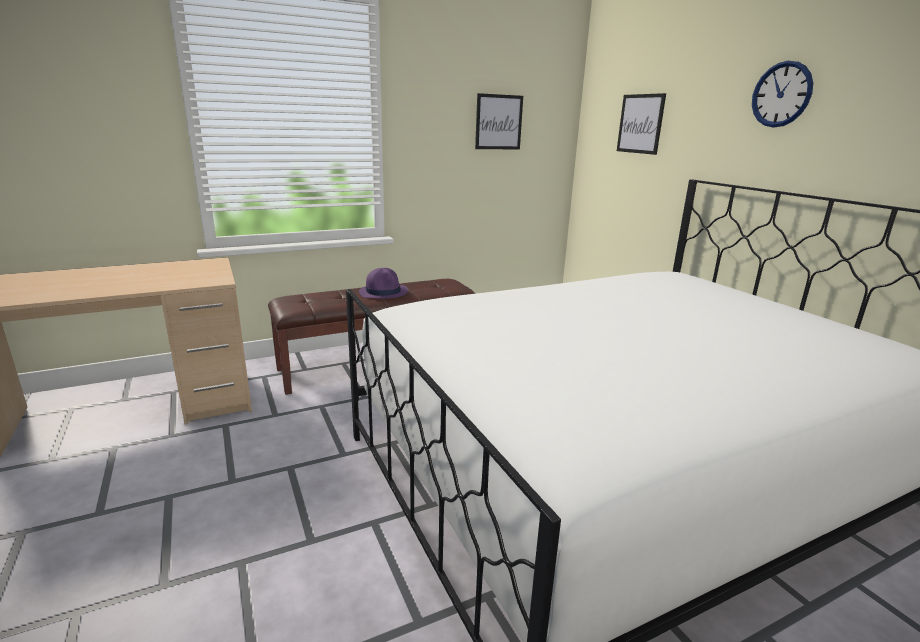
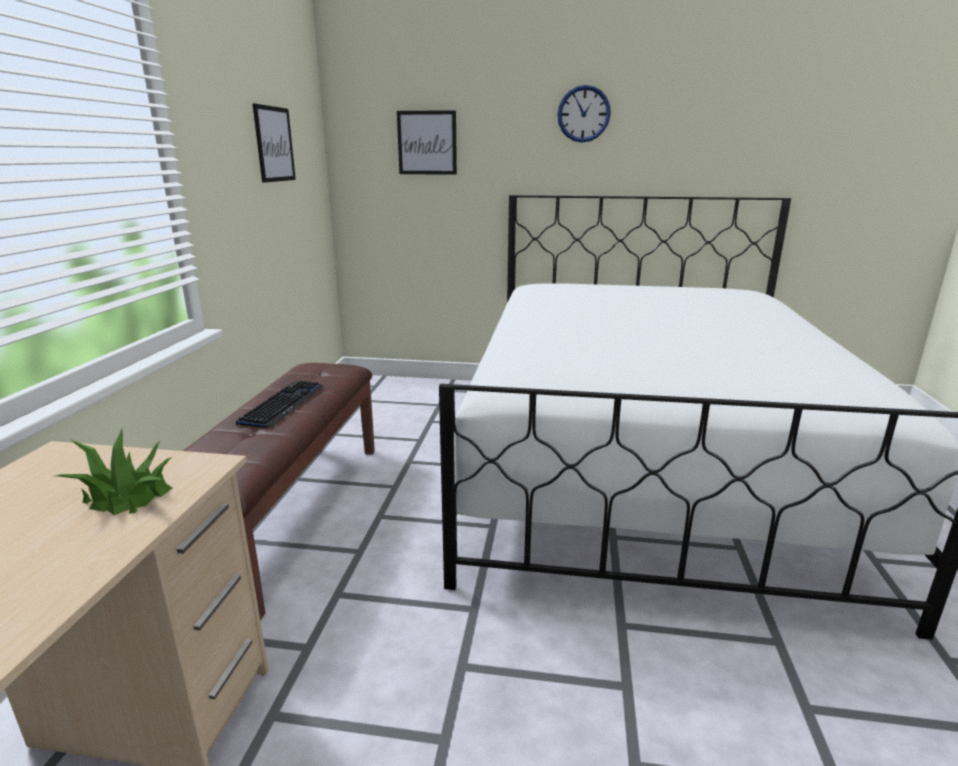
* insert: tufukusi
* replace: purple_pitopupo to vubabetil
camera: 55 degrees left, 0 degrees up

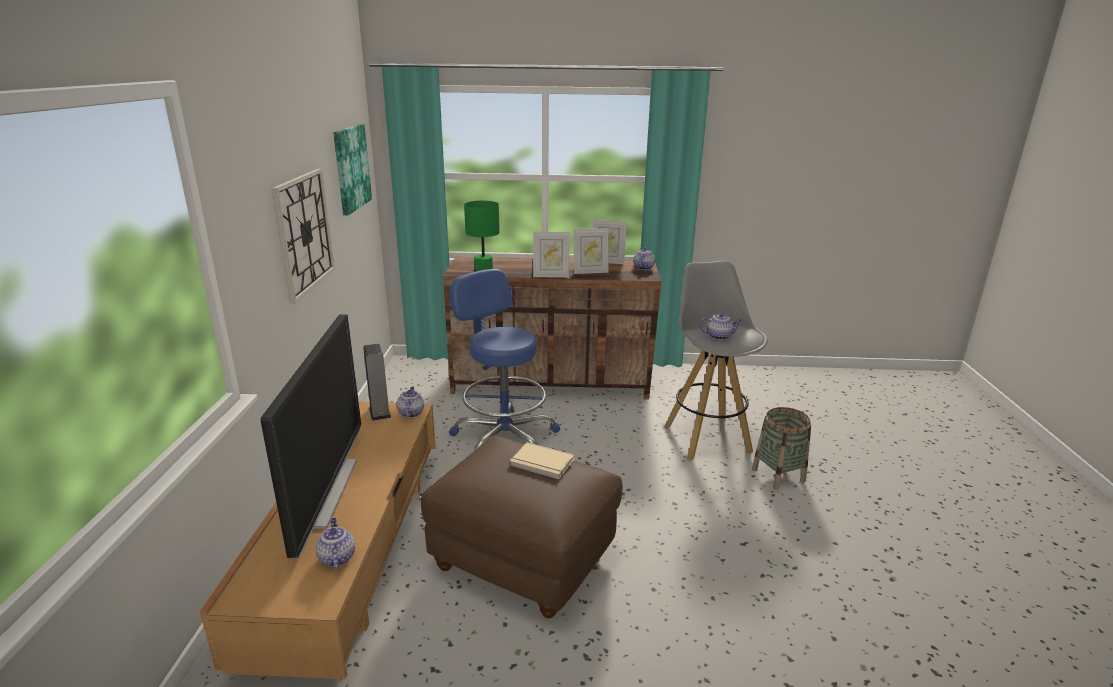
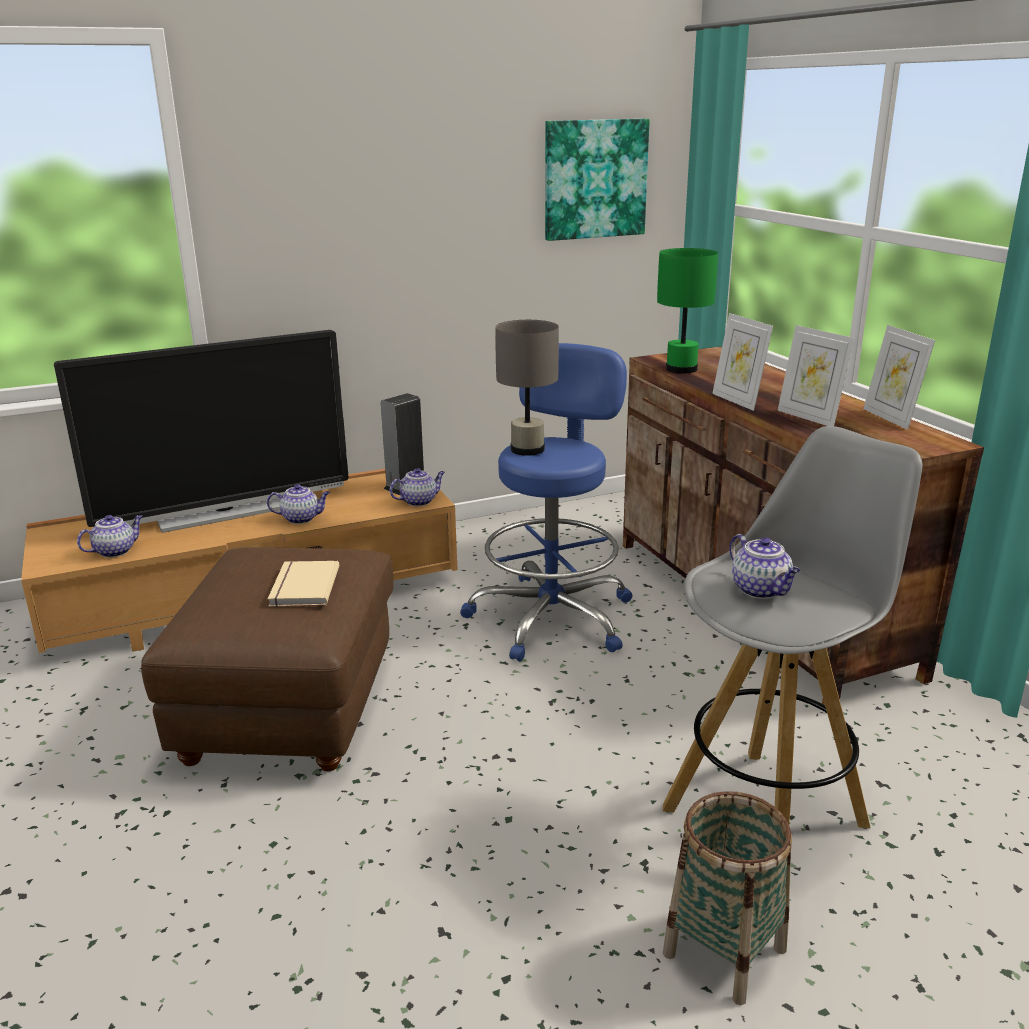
* move: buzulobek (3rd from left in the first image) to buzulobek (2nd from left)
* insert: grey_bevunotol
* delete: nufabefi
camera: 65 degrees right, 0 degrees up

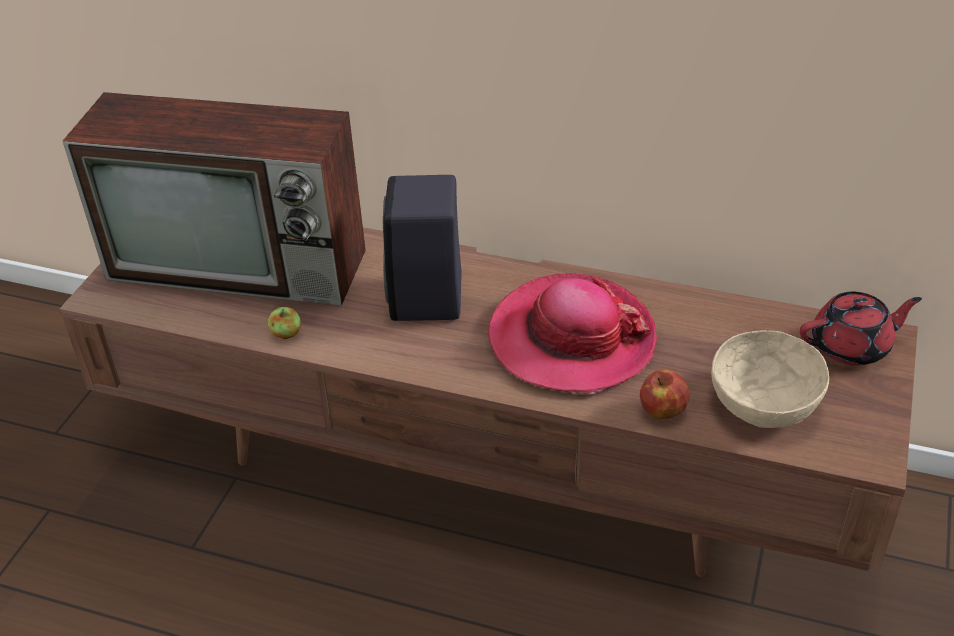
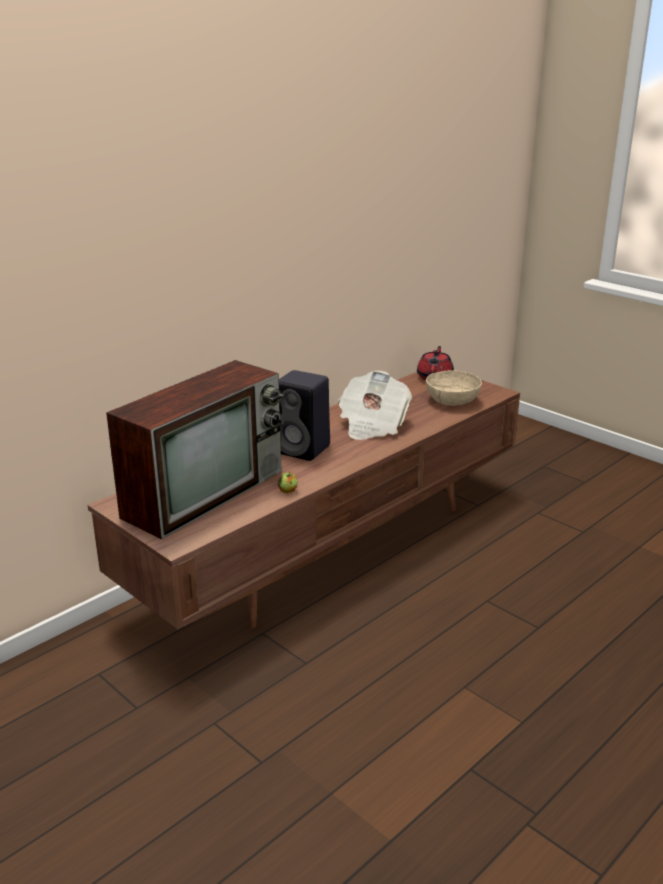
* replace: pitopupo to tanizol
* delete: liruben (2nd from left)
camera: 65 degrees left, 15 degrees down

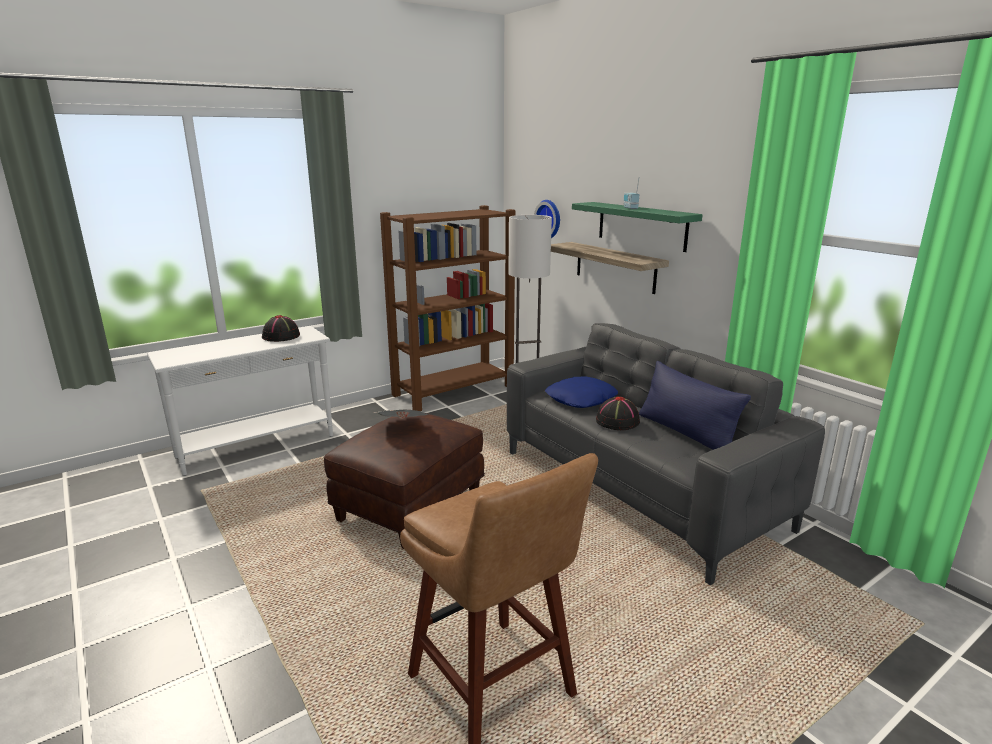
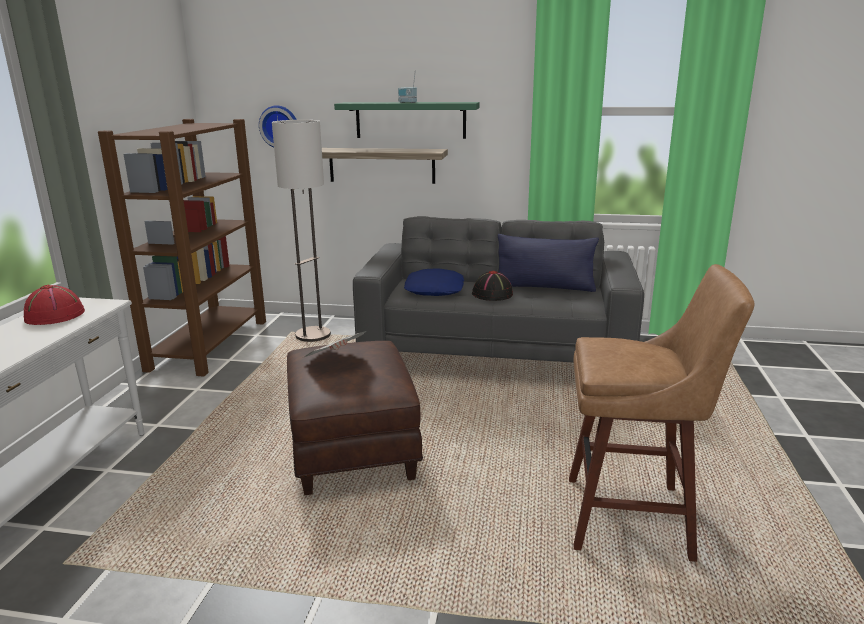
* recolor: black_pitopupo (1st from left) to red_pitopupo
camera: 45 degrees left, 0 degrees up

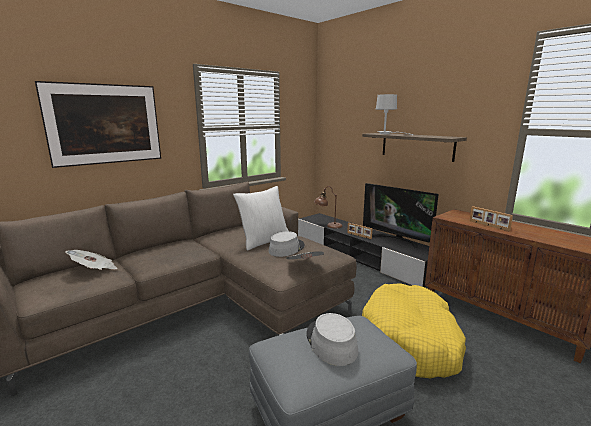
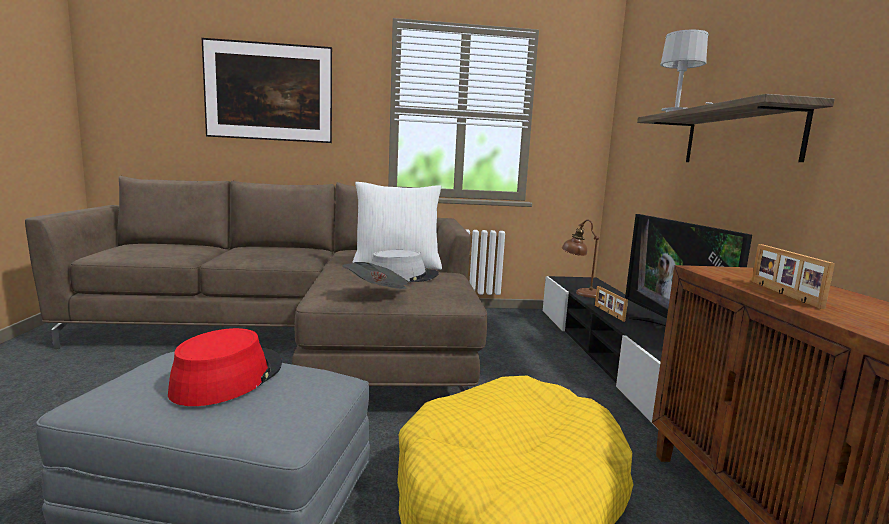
* recolor: grey_pitopupo (2nd from left) to red_pitopupo
* delete: tanizol (1st from left)
camera: 35 degrees right, 5 degrees down

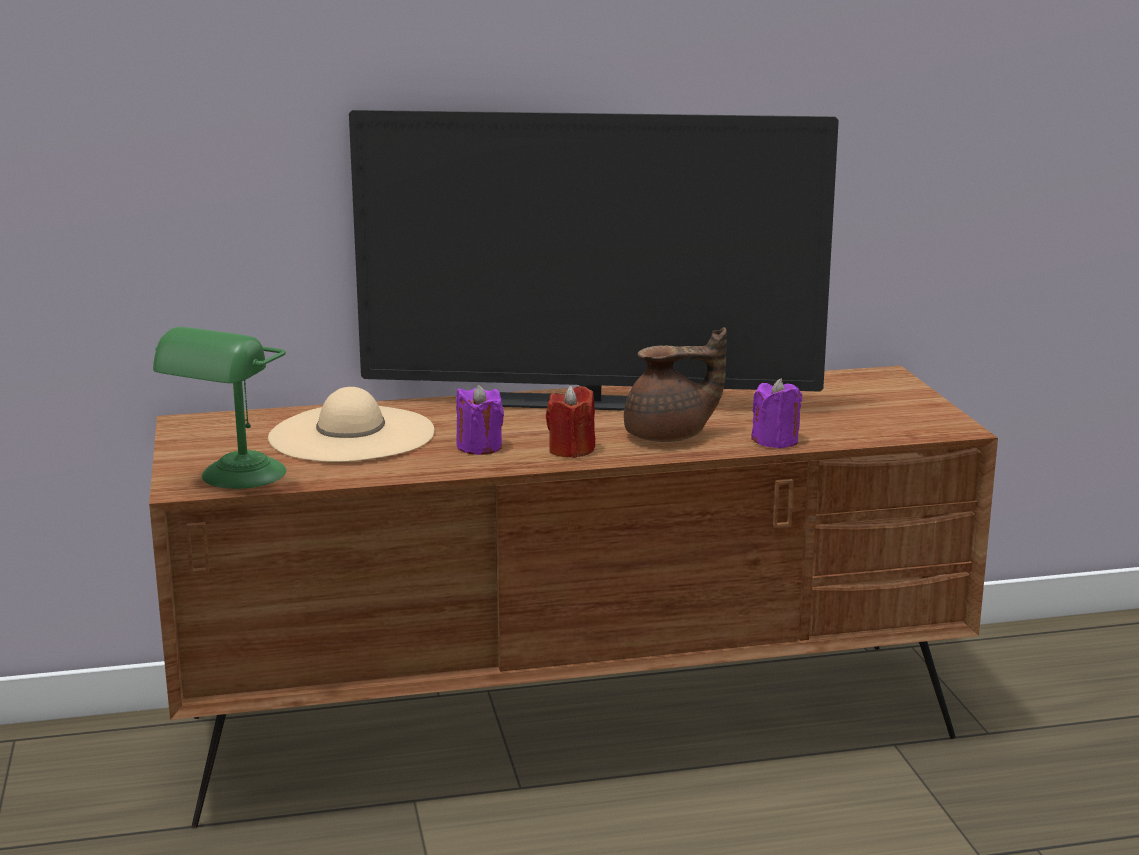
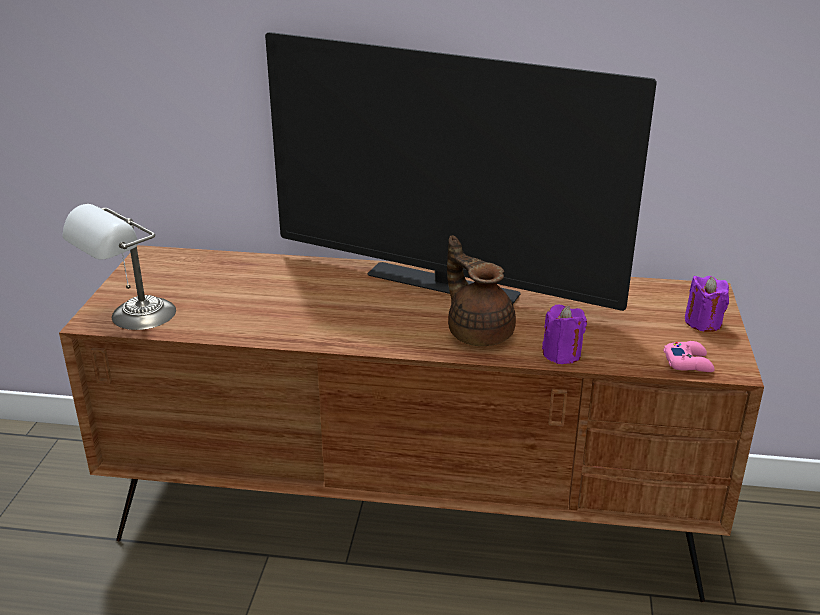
* recolor: green_bevunotol to white_bevunotol
* rotate: brown_buzulobek 135 degrees counterclockwise
* insert: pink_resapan
* move: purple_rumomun (1st from left in the first image) to purple_rumomun (2nd from left)
* delete: beige_pitopupo
* delete: red_rumomun
camera: 20 degrees right, 10 degrees up

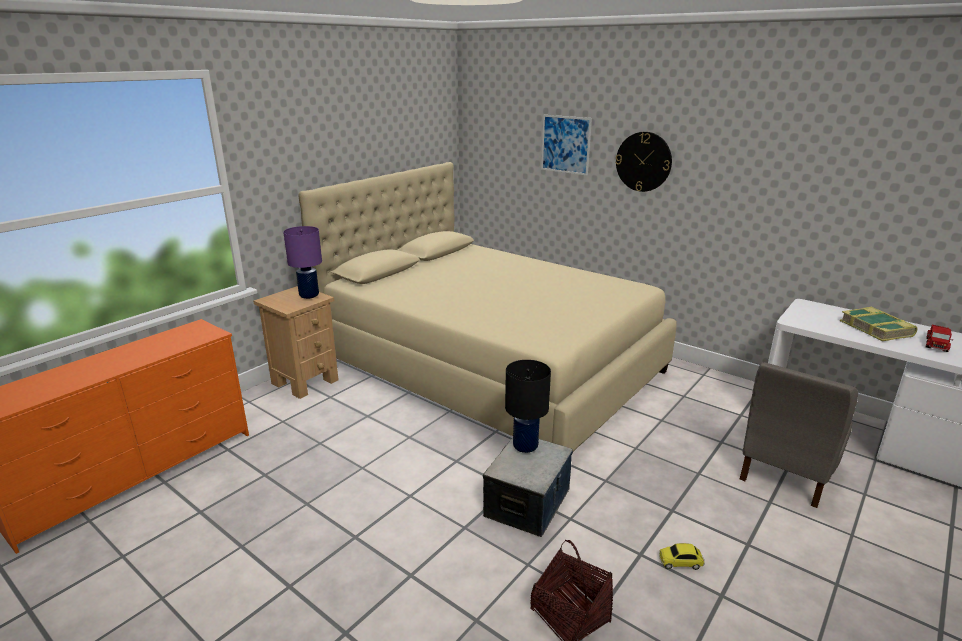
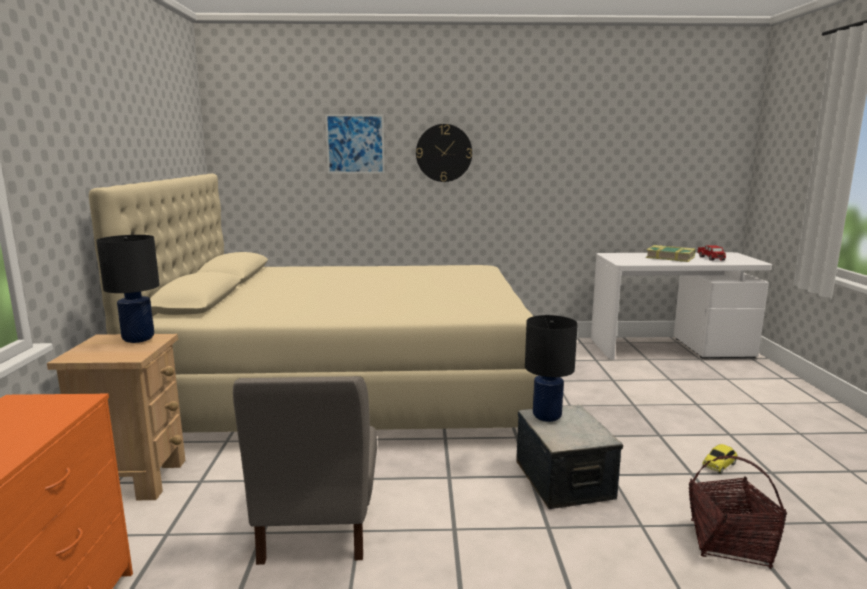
* recolor: purple_bevunotol to black_bevunotol (1st from left)
* move: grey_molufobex
camera: 40 degrees left, 10 degrees down

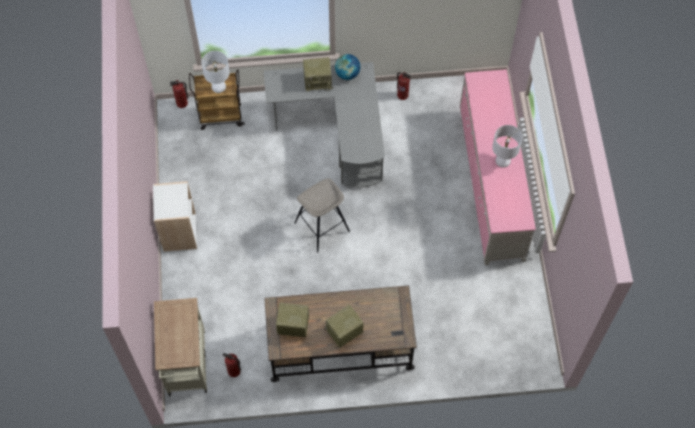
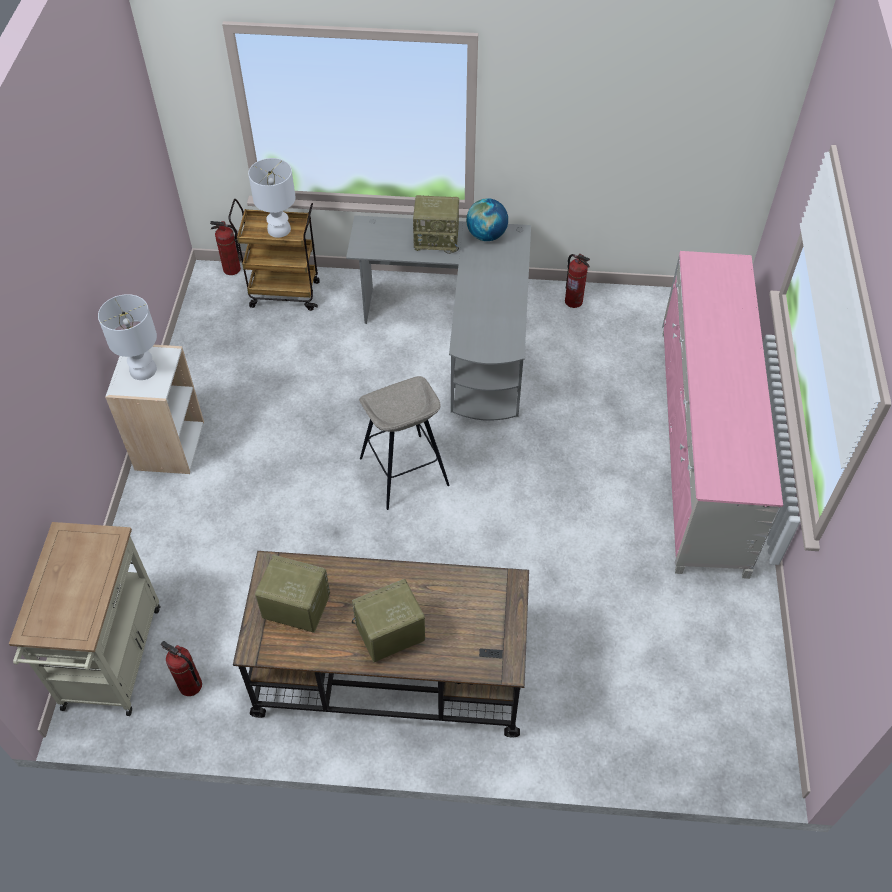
* move: white_bevunotol (2nd from left in the first image) to white_bevunotol (1st from left)
camera: 10 degrees right, 10 degrees down

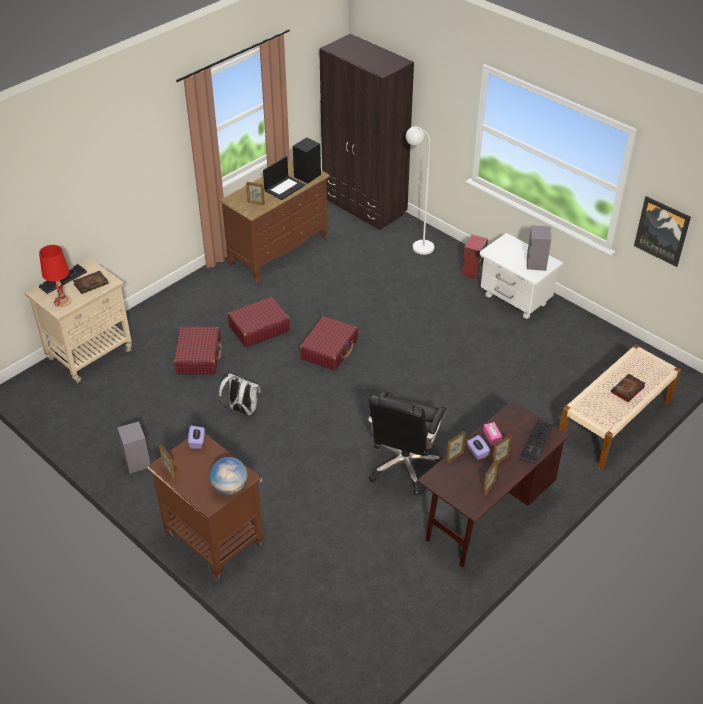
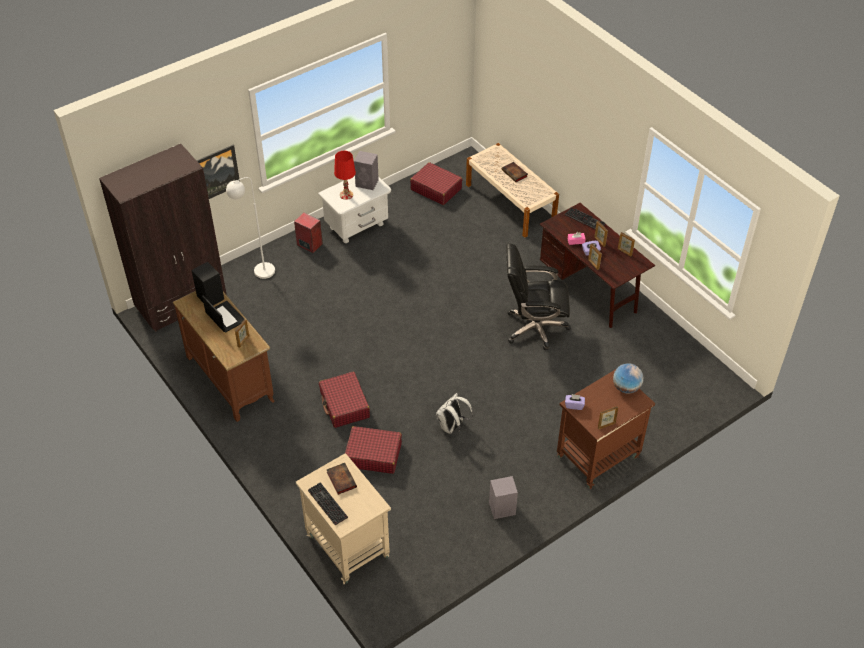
* move: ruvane
* move: red_bevunotol
* move: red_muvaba (3rd from left)
* rotate: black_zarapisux 150 degrees clockwise
camera: 80 degrees left, 5 degrees up

